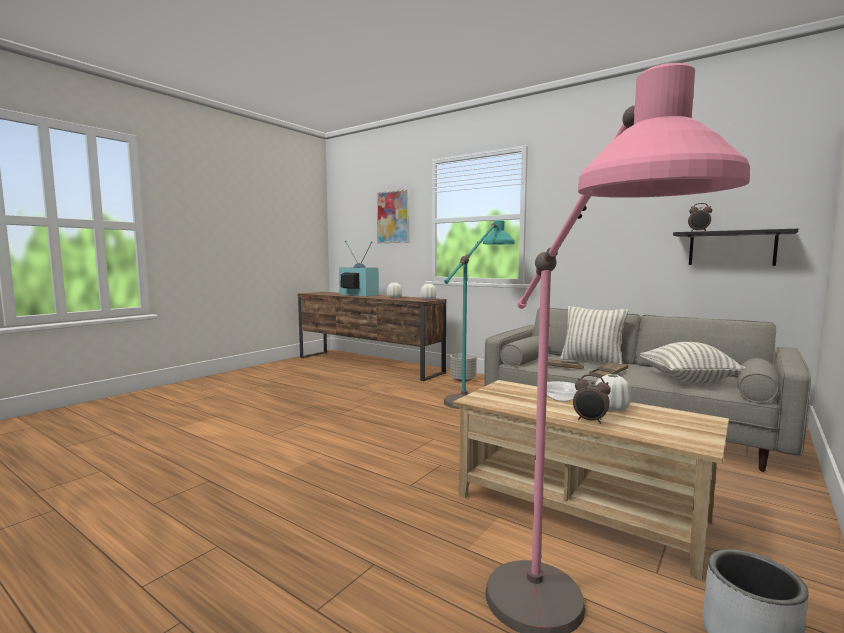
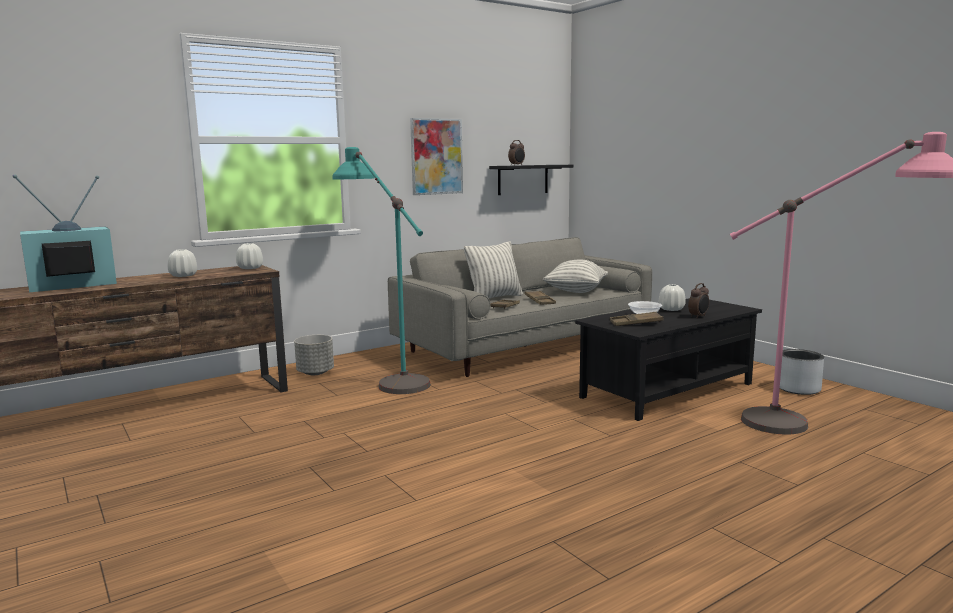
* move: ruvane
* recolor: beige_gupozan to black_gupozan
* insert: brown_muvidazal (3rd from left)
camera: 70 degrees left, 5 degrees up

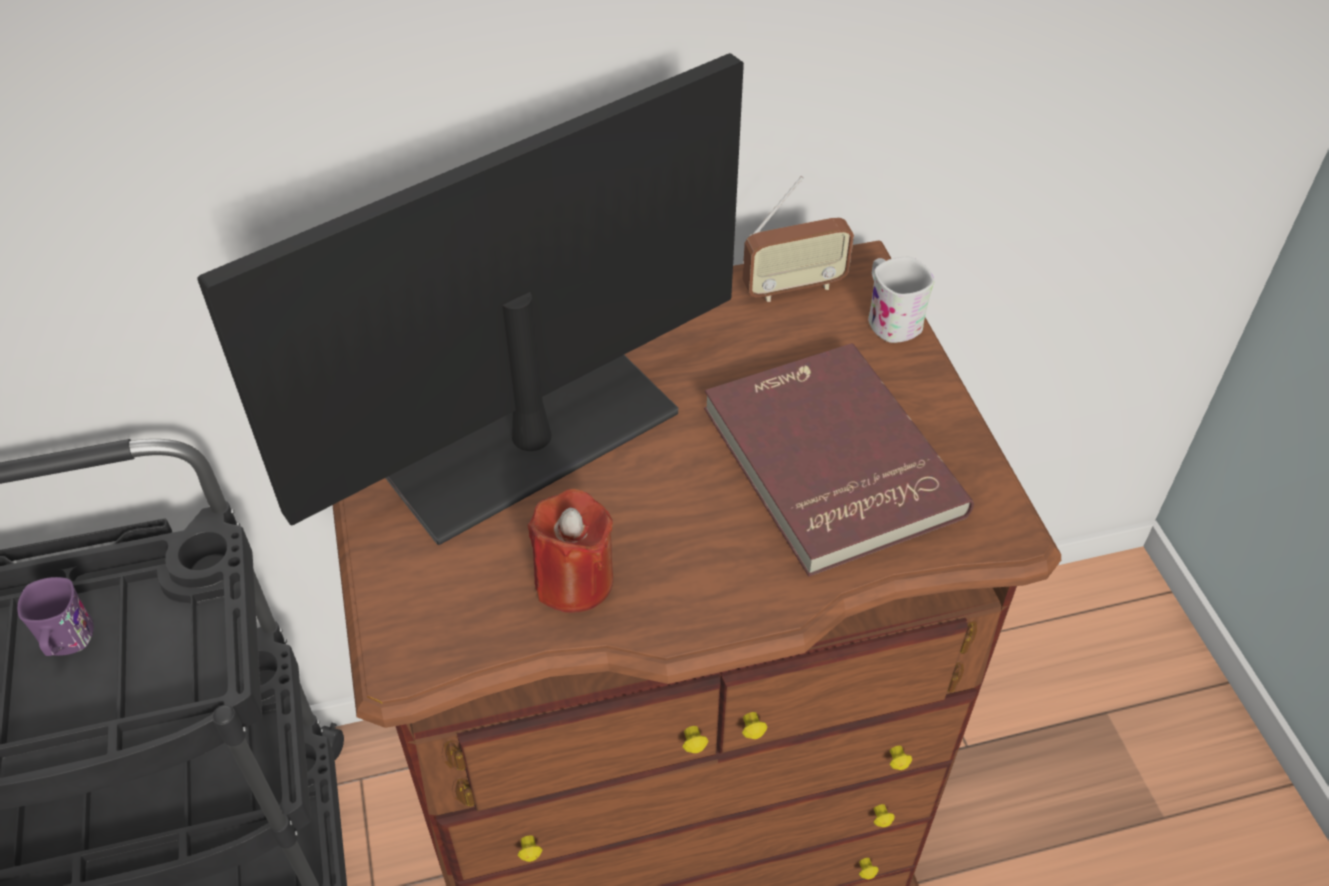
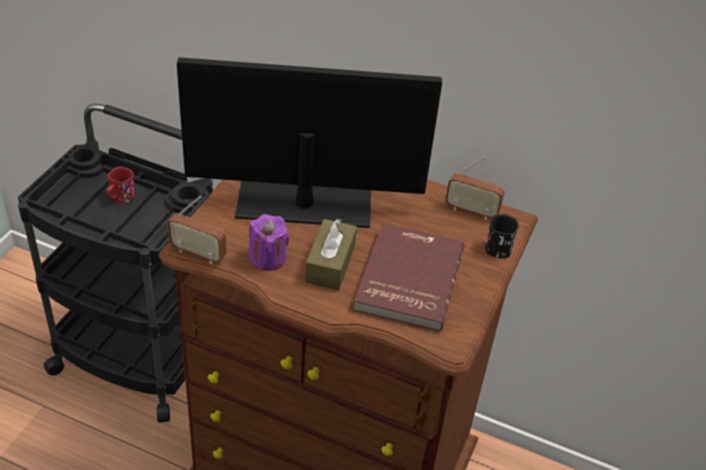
* recolor: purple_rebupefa to red_rebupefa
* insert: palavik (1st from left)
* recolor: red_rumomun to purple_rumomun
* insert: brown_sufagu
* recolor: white_rebupefa to black_rebupefa
camera: 35 degrees right, 5 degrees down

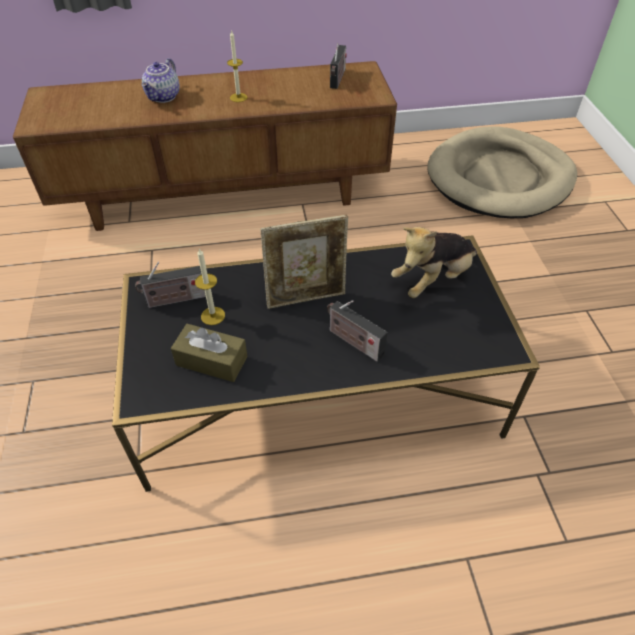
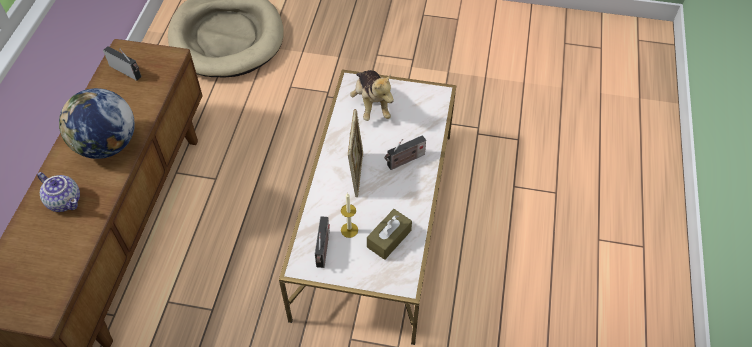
* replace: rumomun (2nd from left) to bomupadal
* recolor: black_gupozan to white_gupozan
camera: 70 degrees left, 5 degrees up

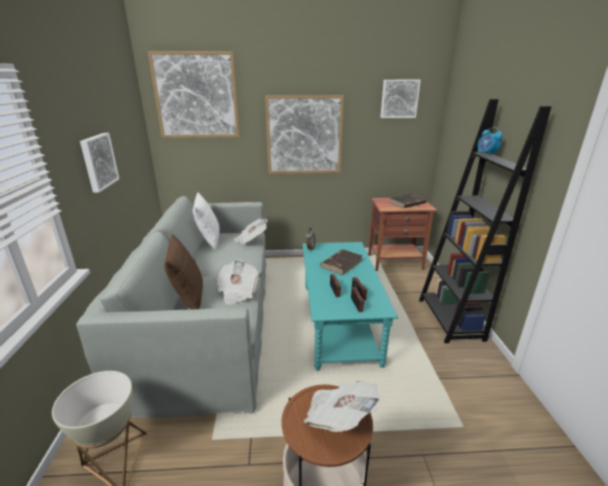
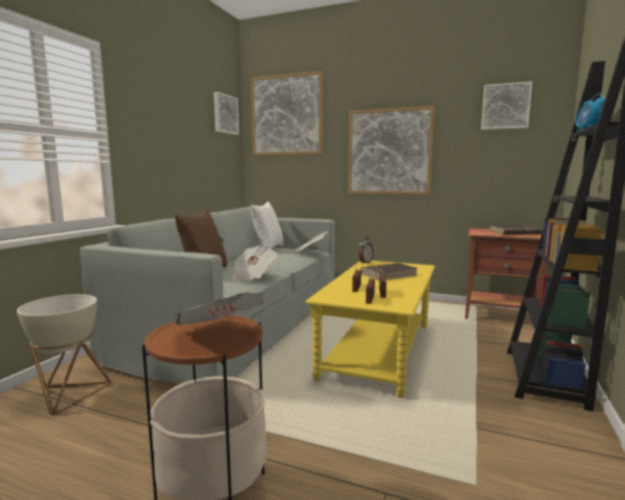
* move: ruvane (1st from left)
* recolor: turquoise_gupozan to yellow_gupozan
camera: 25 degrees right, 15 degrees down

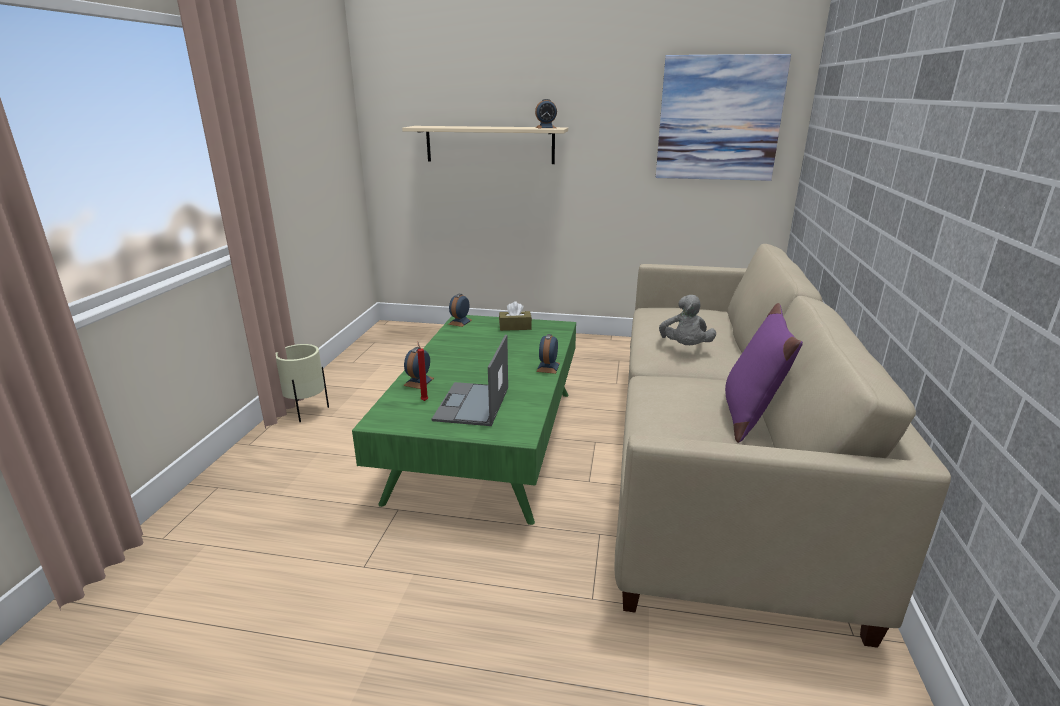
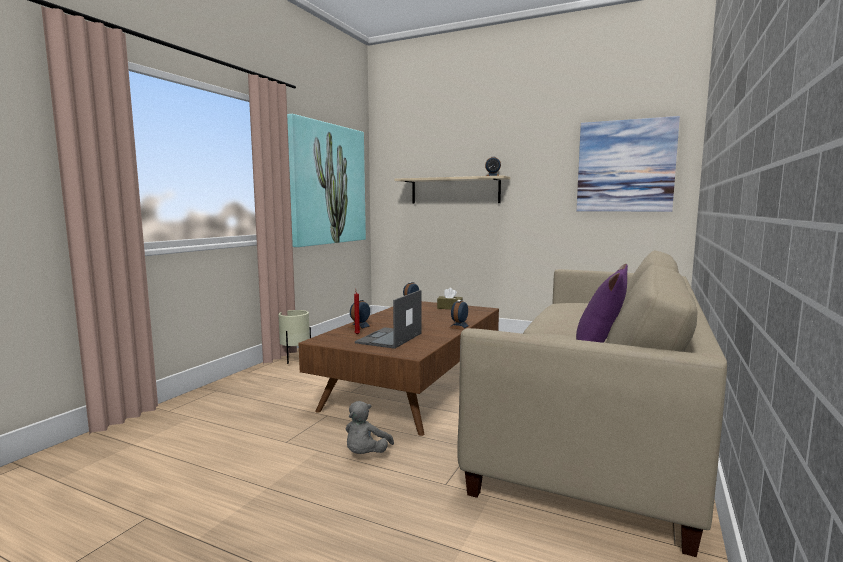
* insert: ruvane (1st from left)
* recolor: green_gupozan to brown_gupozan
* move: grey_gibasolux
camera: 15 degrees right, 15 degrees down

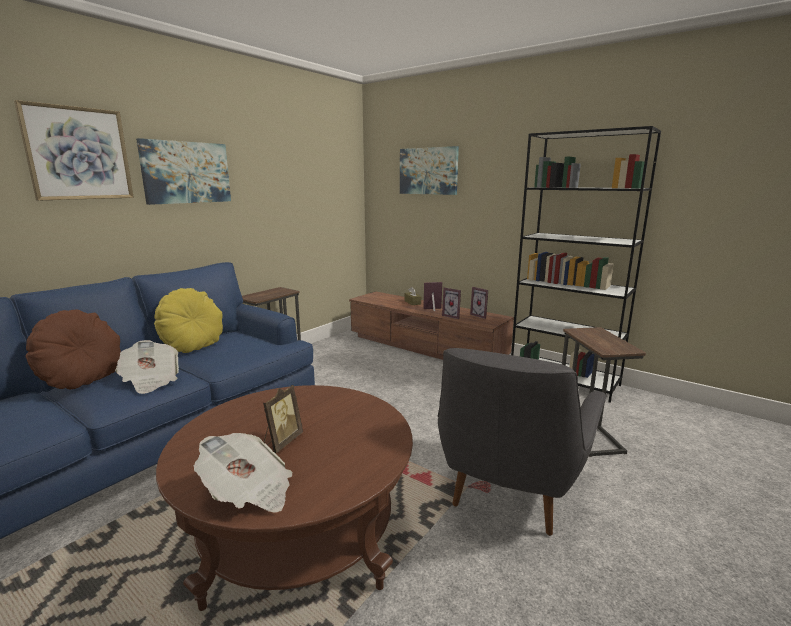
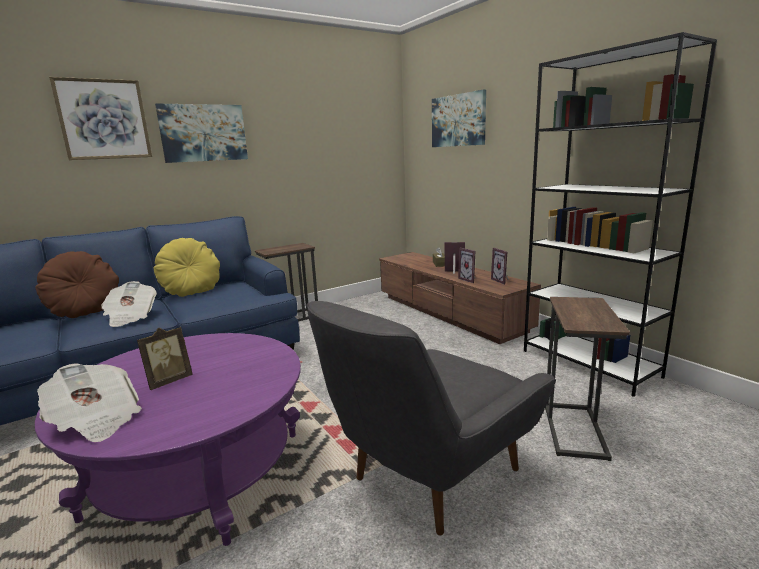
* recolor: brown_gupozan to purple_gupozan
camera: 20 degrees right, 0 degrees up

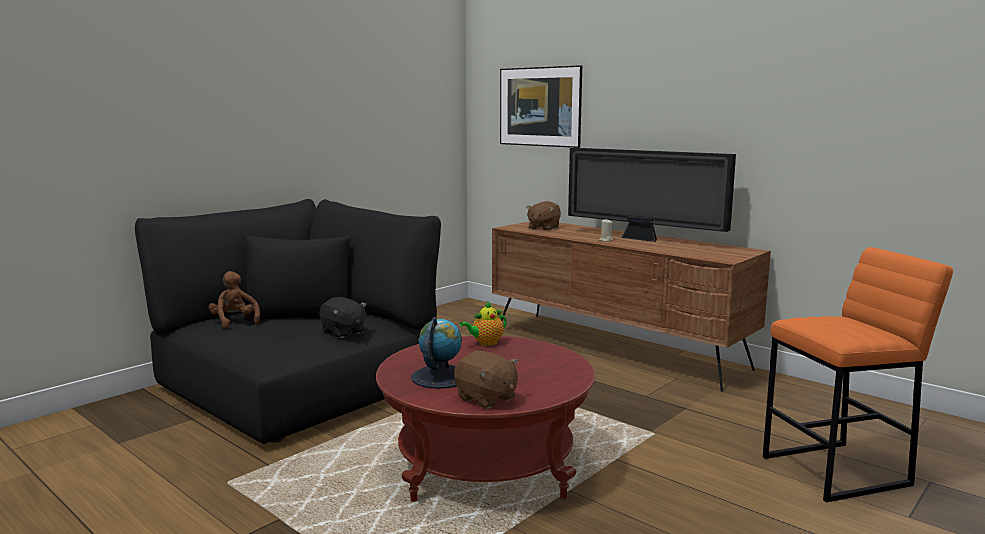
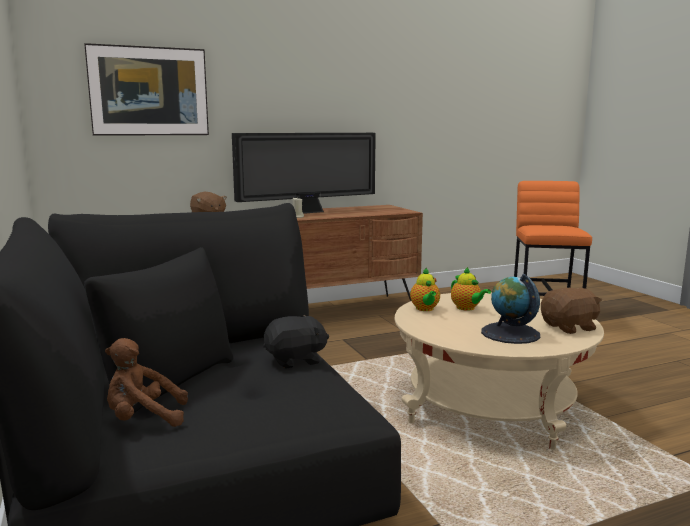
* recolor: red_gupozan to beige_gupozan
* insert: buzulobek (2nd from left)
camera: 65 degrees left, 0 degrees up

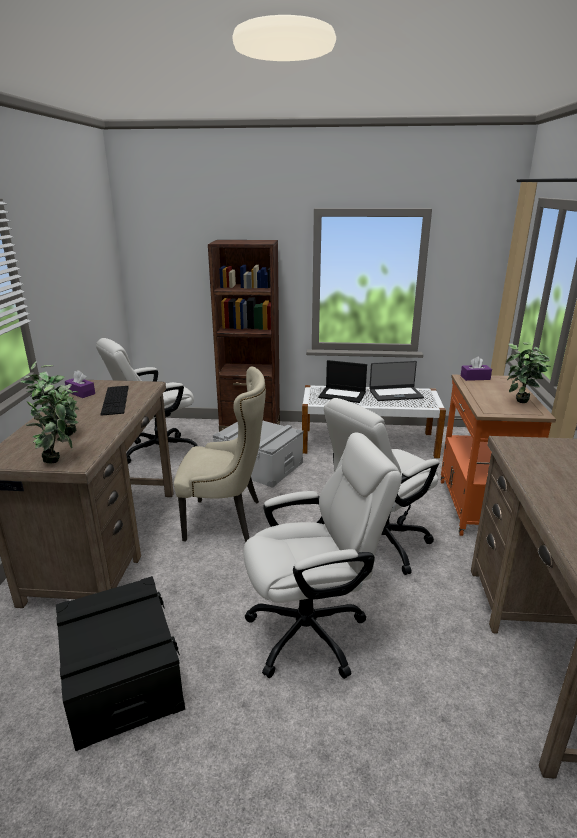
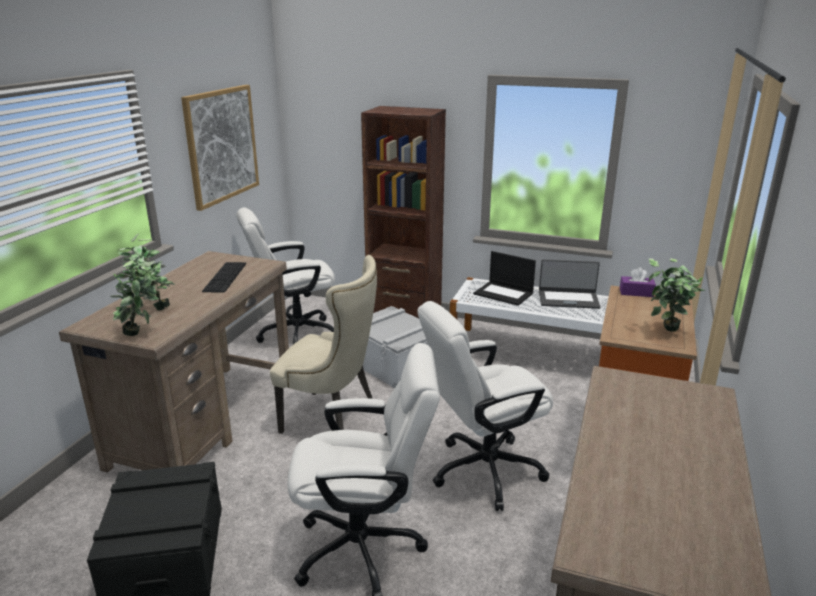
* insert: ruvane
* delete: purple_sufagu (1st from left)
camera: 15 degrees right, 0 degrees up

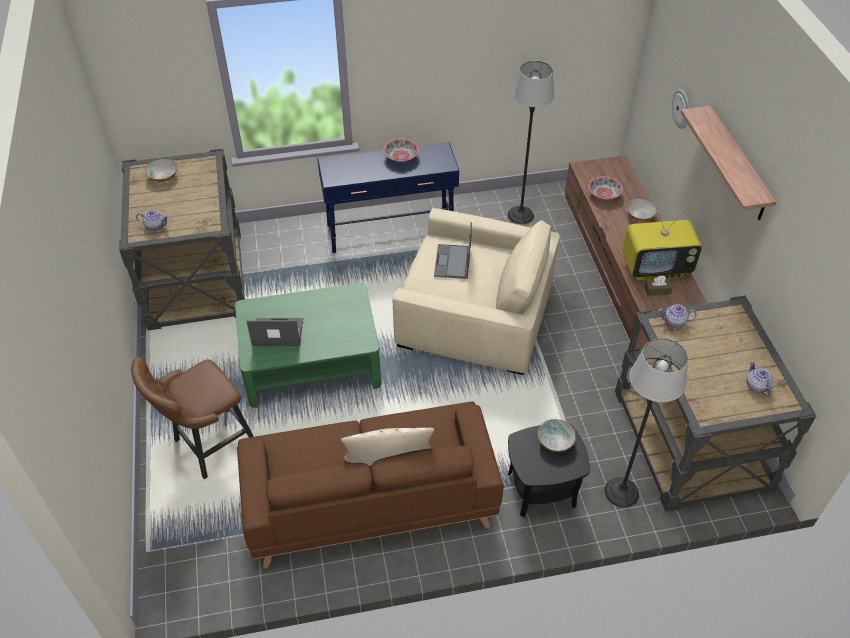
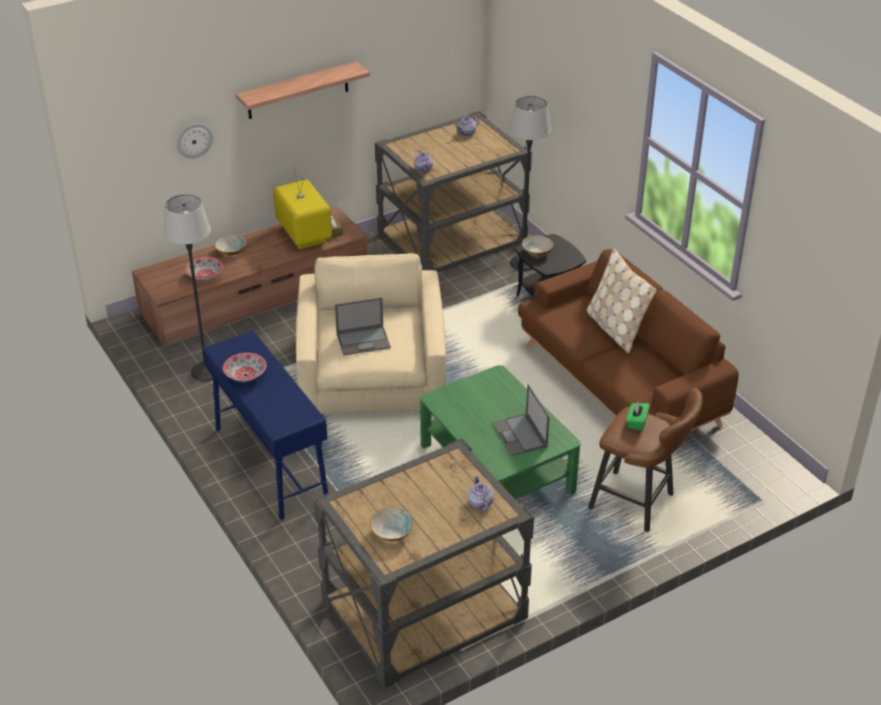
* insert: green_sufagu
camera: 110 degrees left, 10 degrees down

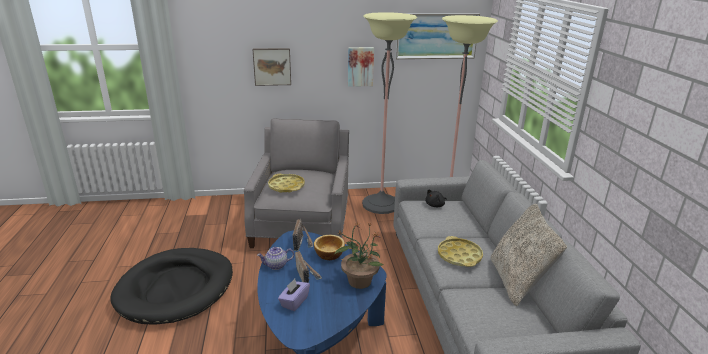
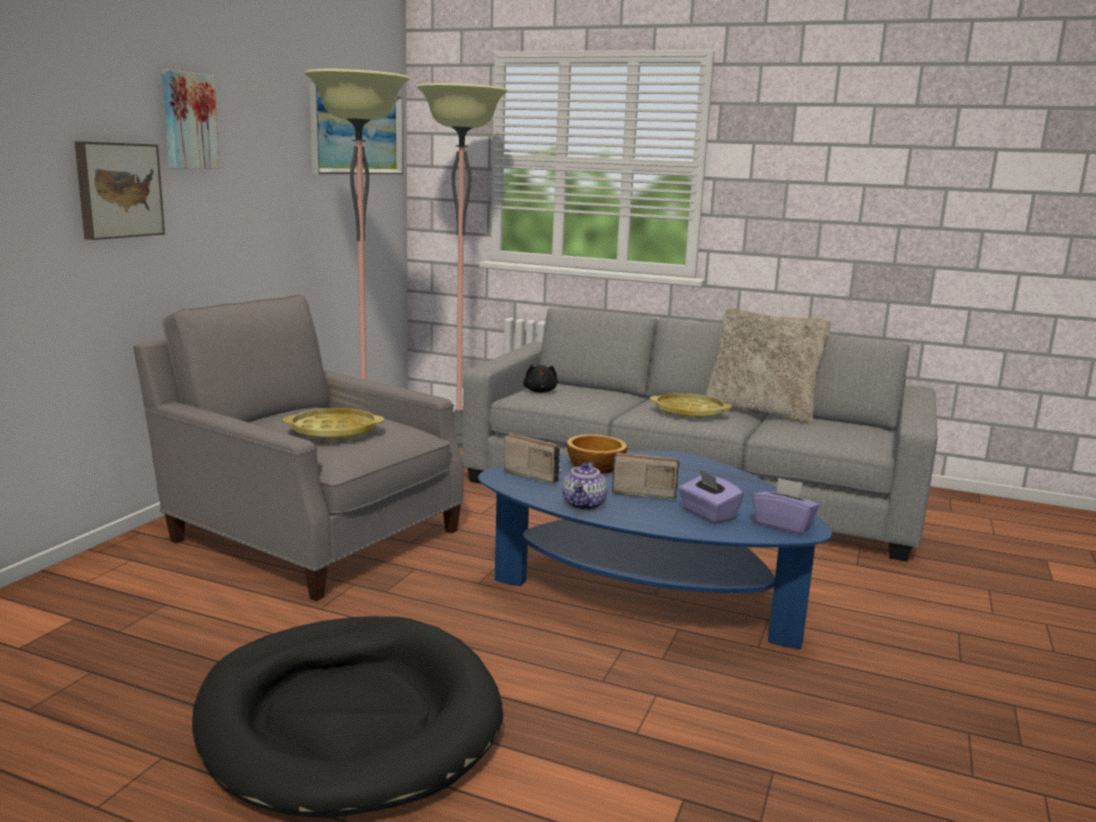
* move: ruvane (2nd from left)
* insert: purple_sufagu (2nd from left)
* delete: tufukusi
camera: 60 degrees left, 10 degrees down

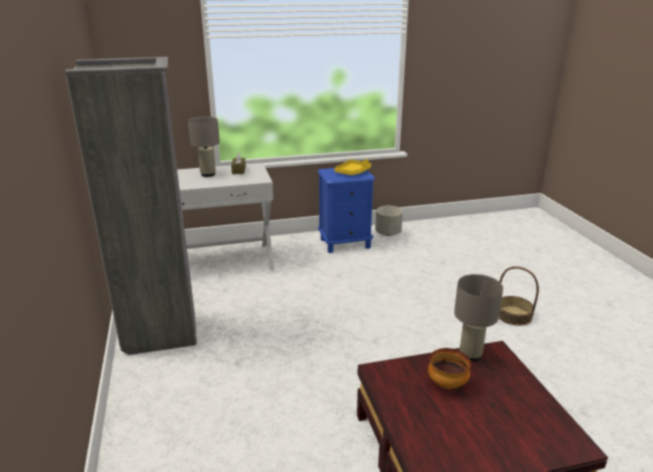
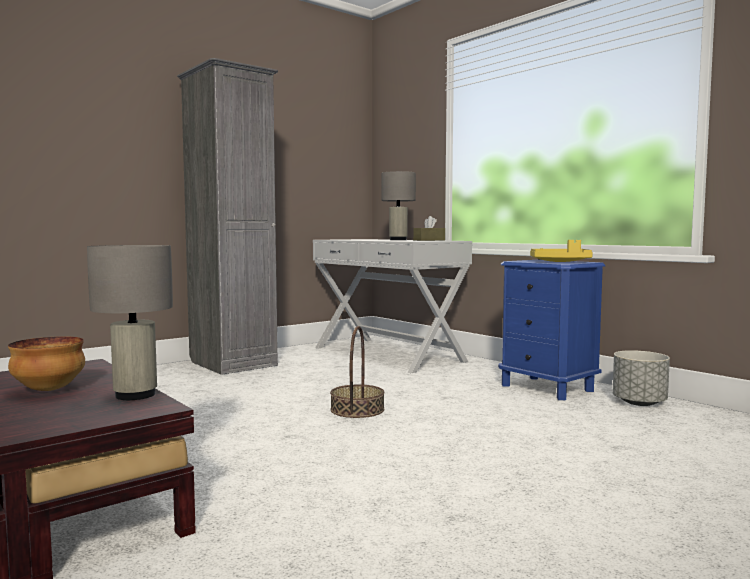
* move: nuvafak
camera: 65 degrees right, 20 degrees down

